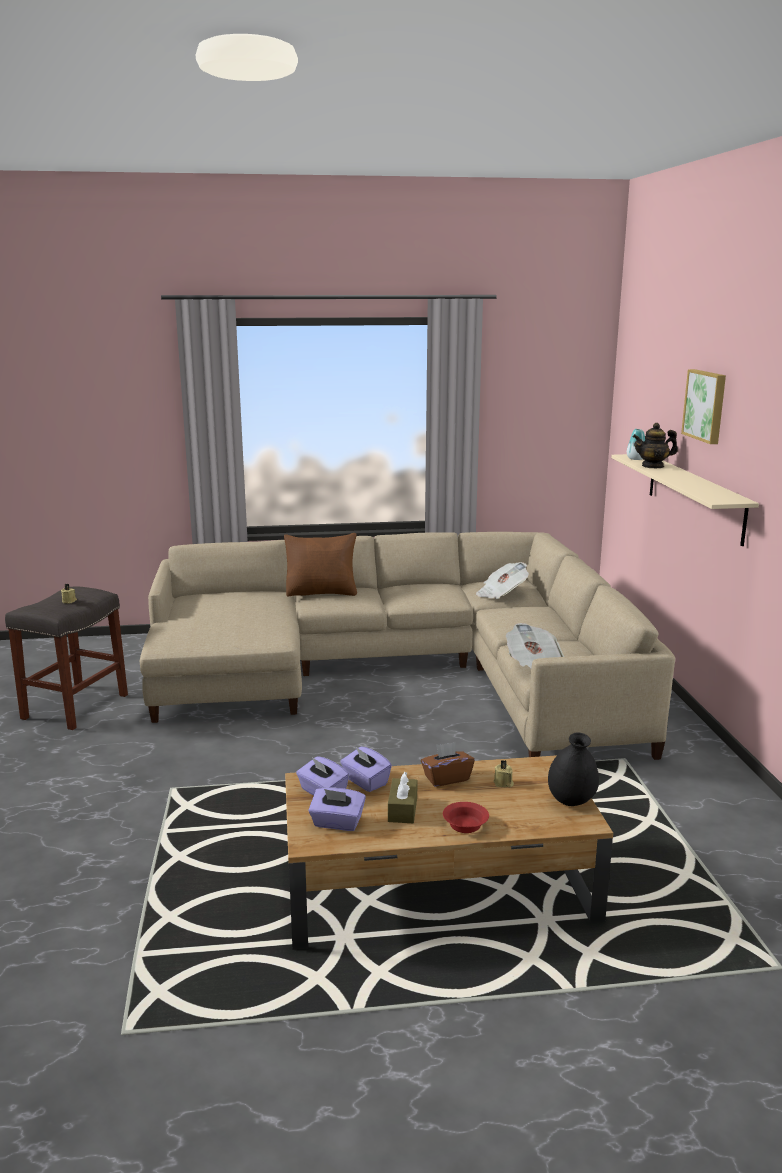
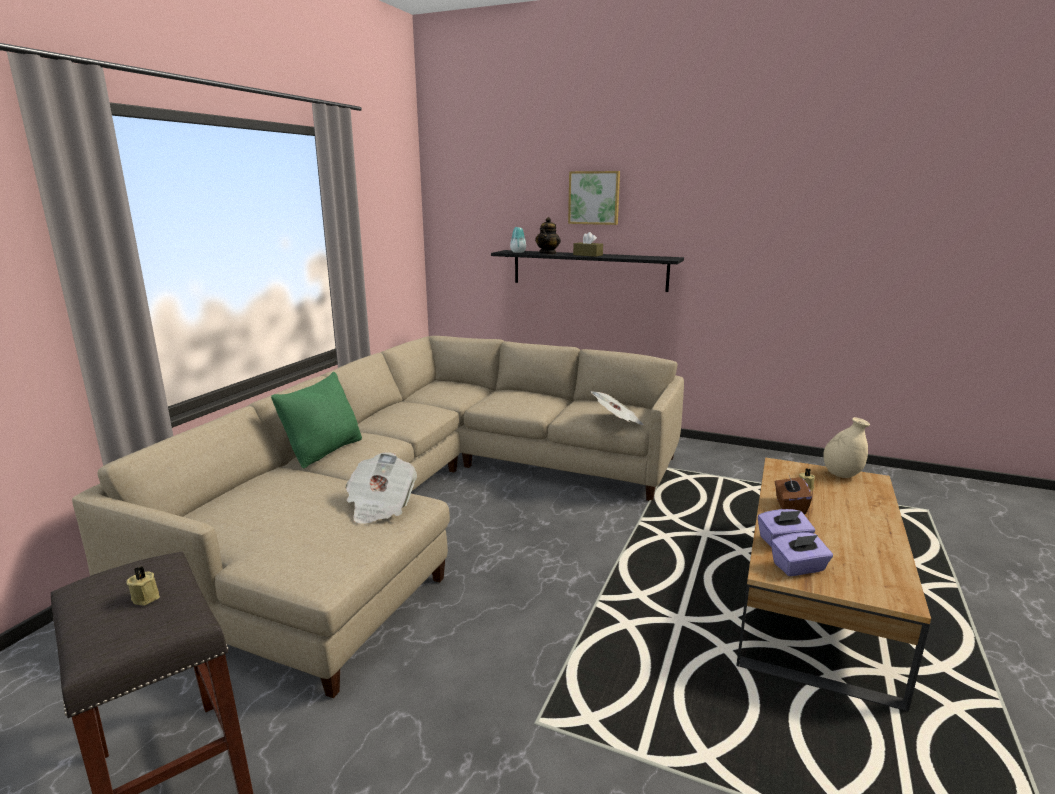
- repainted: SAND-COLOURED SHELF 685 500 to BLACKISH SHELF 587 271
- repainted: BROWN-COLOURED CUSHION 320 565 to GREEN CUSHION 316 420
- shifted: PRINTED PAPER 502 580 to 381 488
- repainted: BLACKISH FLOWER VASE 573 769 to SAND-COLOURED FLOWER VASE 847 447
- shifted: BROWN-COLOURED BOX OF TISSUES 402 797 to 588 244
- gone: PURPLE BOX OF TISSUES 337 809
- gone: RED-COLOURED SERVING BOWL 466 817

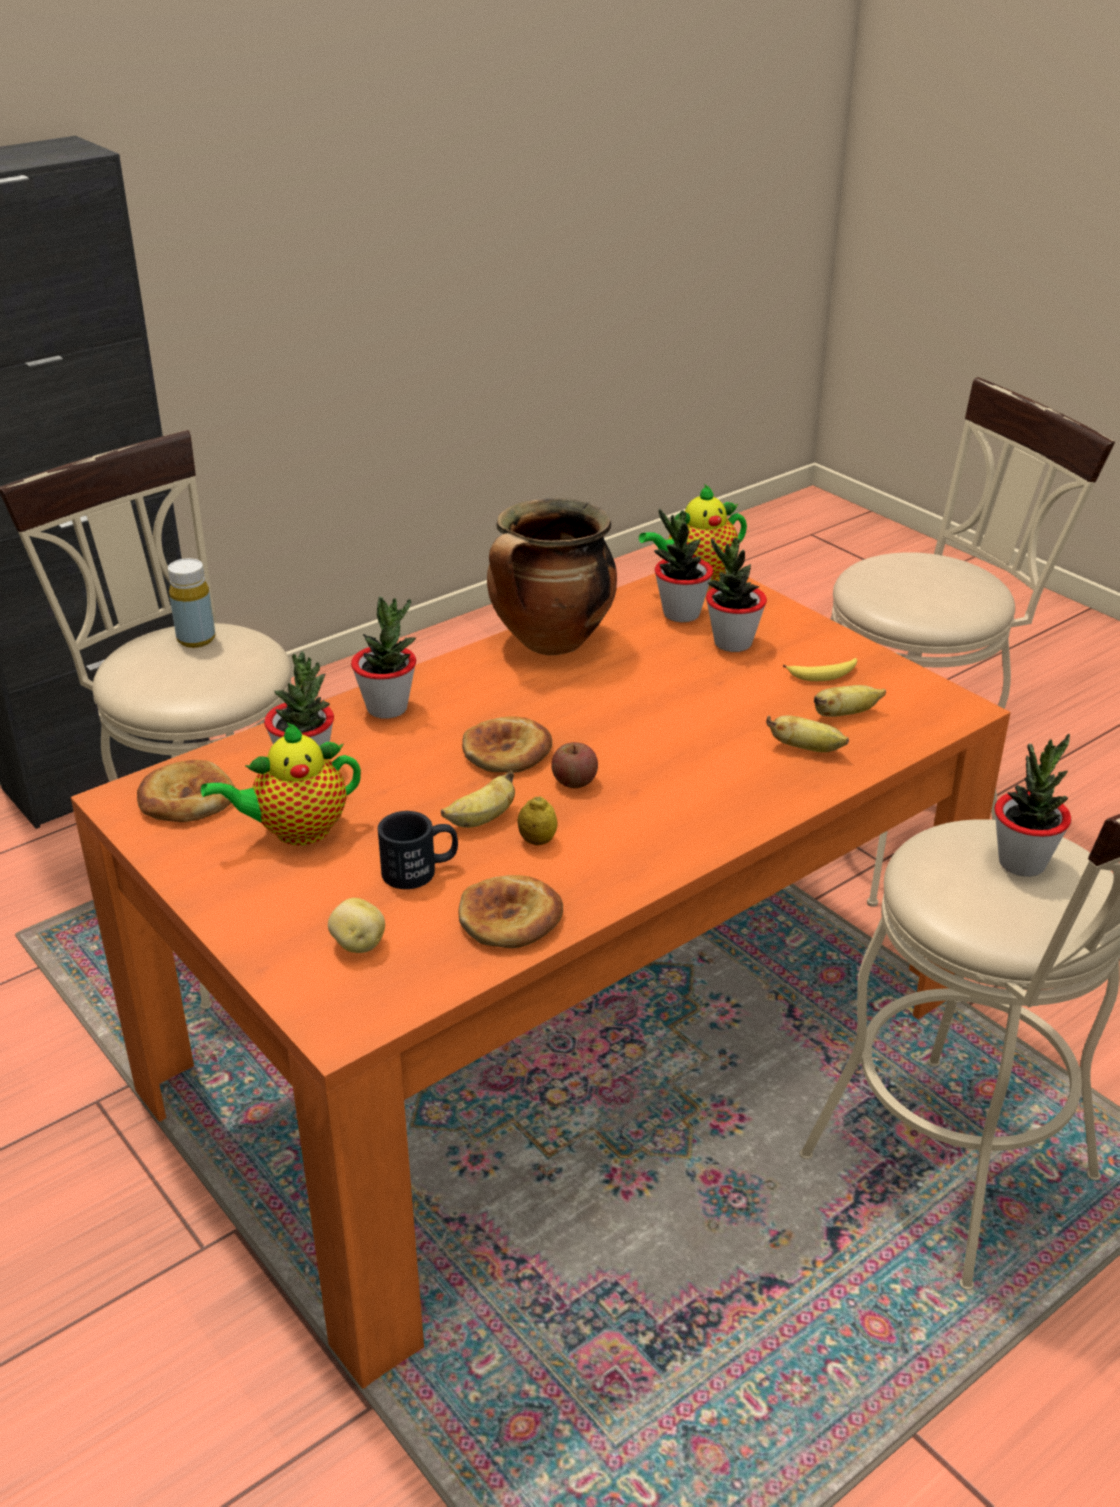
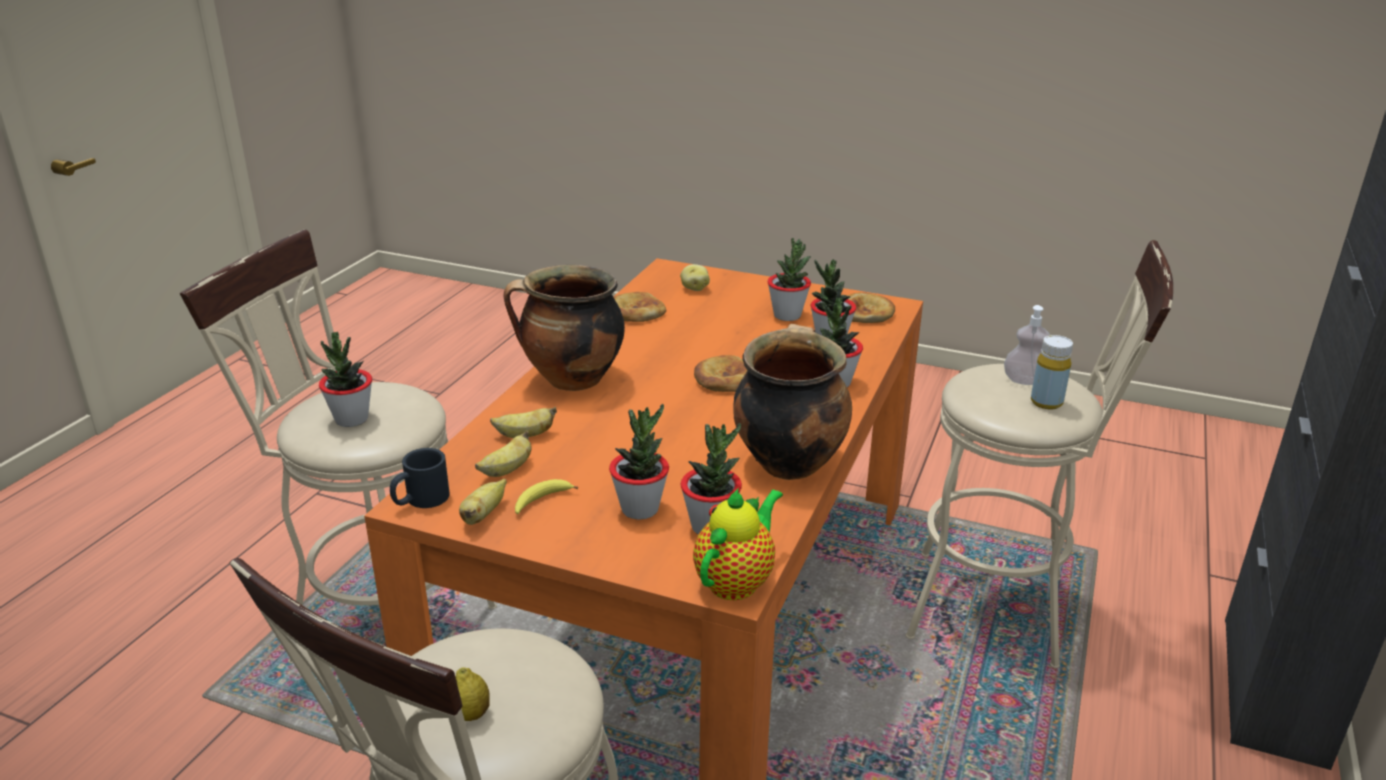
- swapped: TEA POT 281 784 to PLANT IN A POT 789 279
- gone: APPLE FRUIT 575 765
- shifted: BANANA FRUIT 478 799 to 483 502
- shifted: LEMON 537 820 to 473 694
- shifted: BLACKISH MUG 418 850 to 420 478
- new: STOCKPOT 564 328
- new: SOAP BOTTLE 1027 345

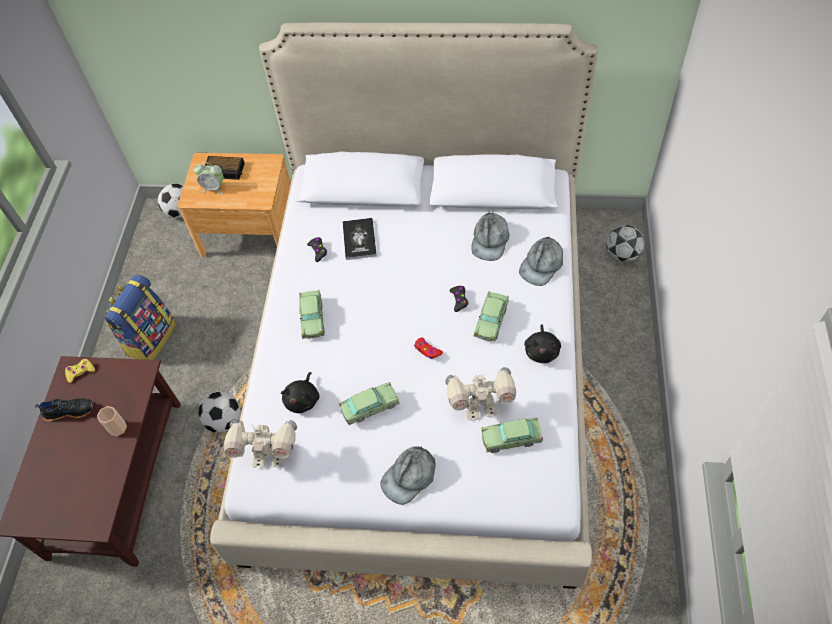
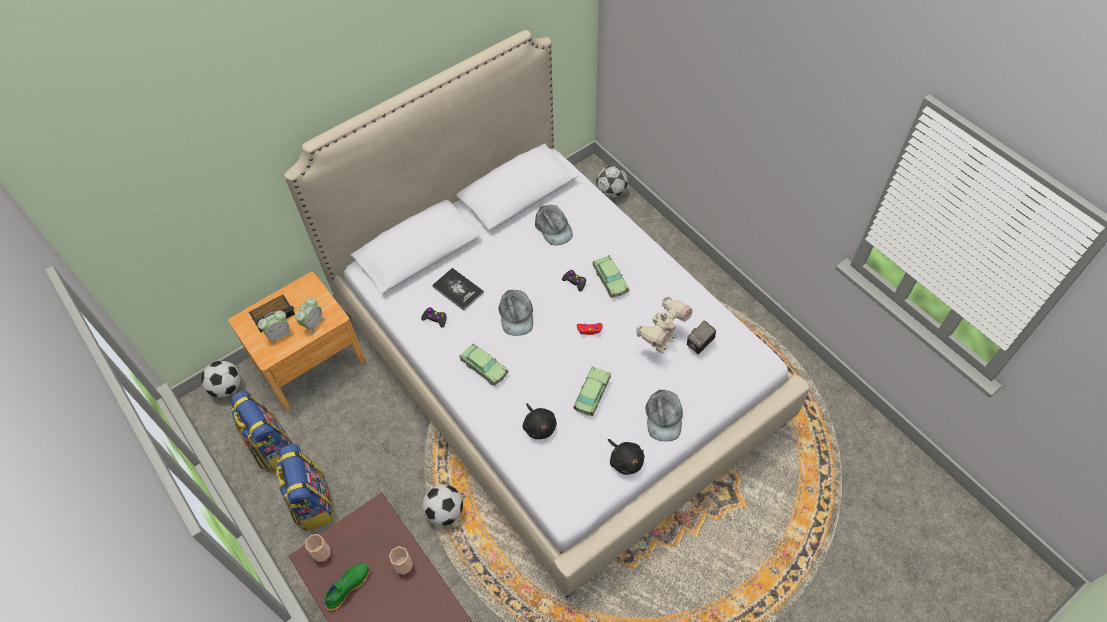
- shifted: GRAY BASEBALL CAP 541 261 to 516 313
- shifted: BLACKISH SOFT TOY 542 343 to 626 457
- swapped: YELLOWISH JOYPAD 80 371 to SMALL CUP 318 548
- repainted: BLACKISH ITEM OF FOOTWEAR 64 409 to GREEN ITEM OF FOOTWEAR 345 587
- swapped: TOY CAR 512 435 to STILL CAMERA 701 337
- gone: MODEL ROBOT 260 443
- new: TABLE CLOCK 310 316
- new: KNAPSACK 262 432

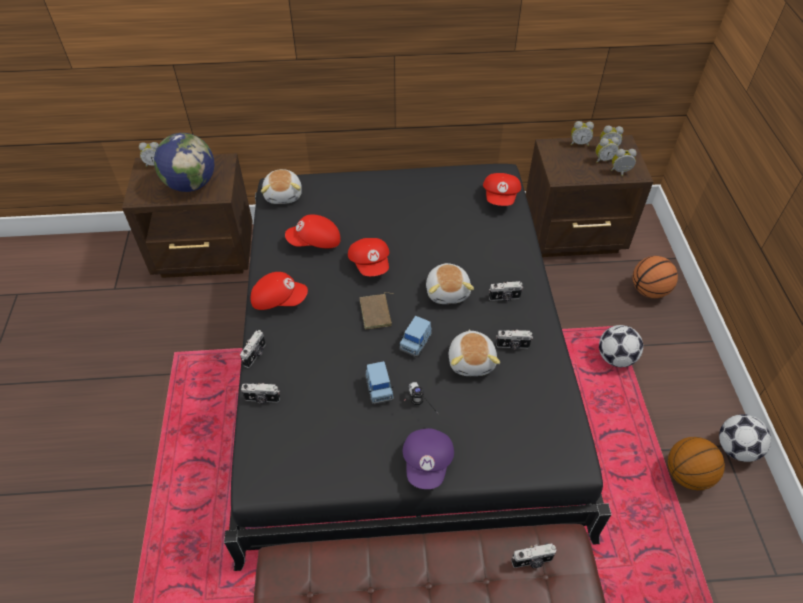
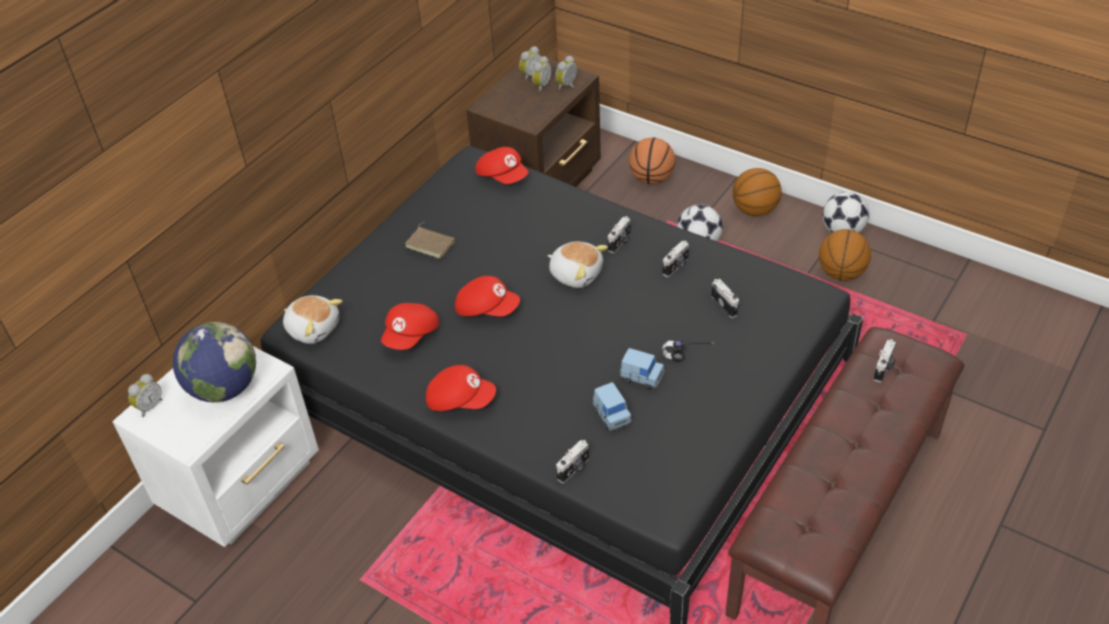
- gone: TABLE CLOCK 582 133
- repainted: BROWN-COLOURED NIGHTSTAND 187 215 to WHITE-COLOURED NIGHTSTAND 215 446
- rotated: RED-COLOURED BASEBALL CAP 279 291 = 461 388 60 degrees clockwise
- shifted: BROWN-COLOURED BOOK 377 310 to 430 240
- shifted: BLUISH TOY CAR 415 336 to 612 406
- shifted: STILL CAMERA 253 349 to 725 298
- gone: SOFT TOY 474 353
- gone: PURPLE BASEBALL CAP 428 458
- new: BASKETBALL 756 192

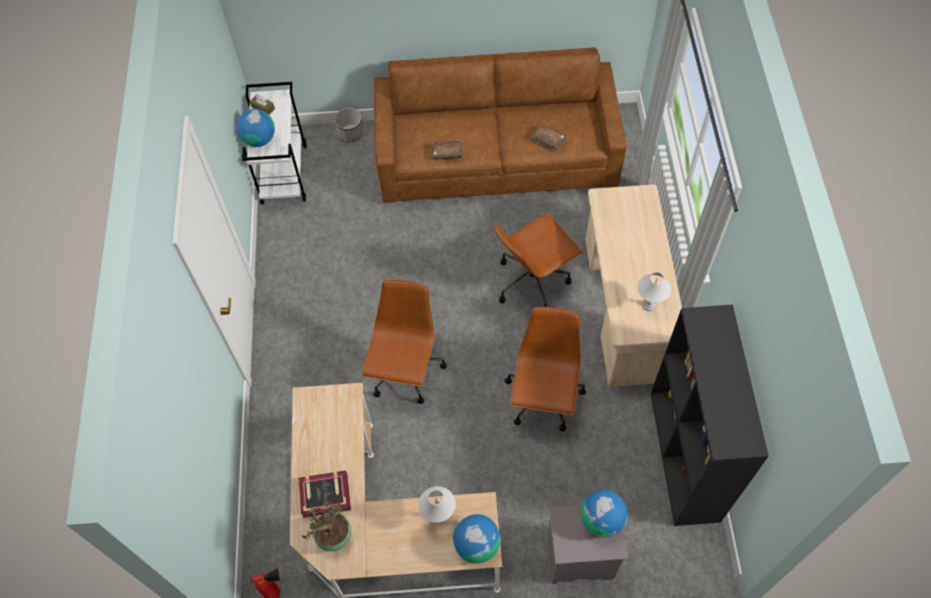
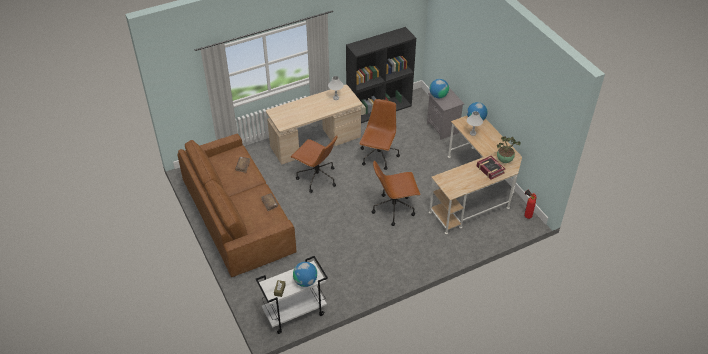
- gone: PLANTER 348 125
- rotated: BROWN-COLOURED OFFICE CHAIR 545 369 = 379 134 120 degrees clockwise

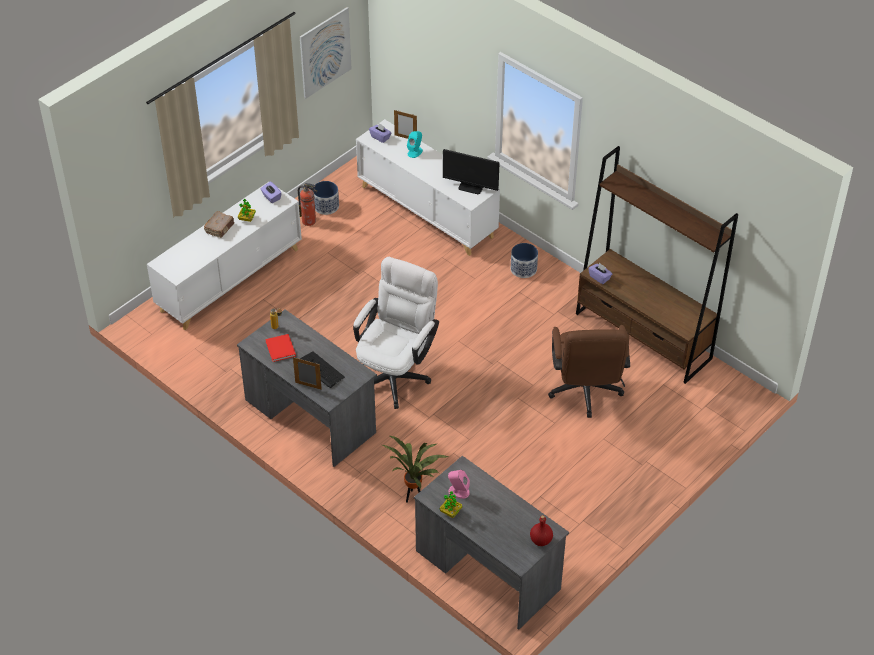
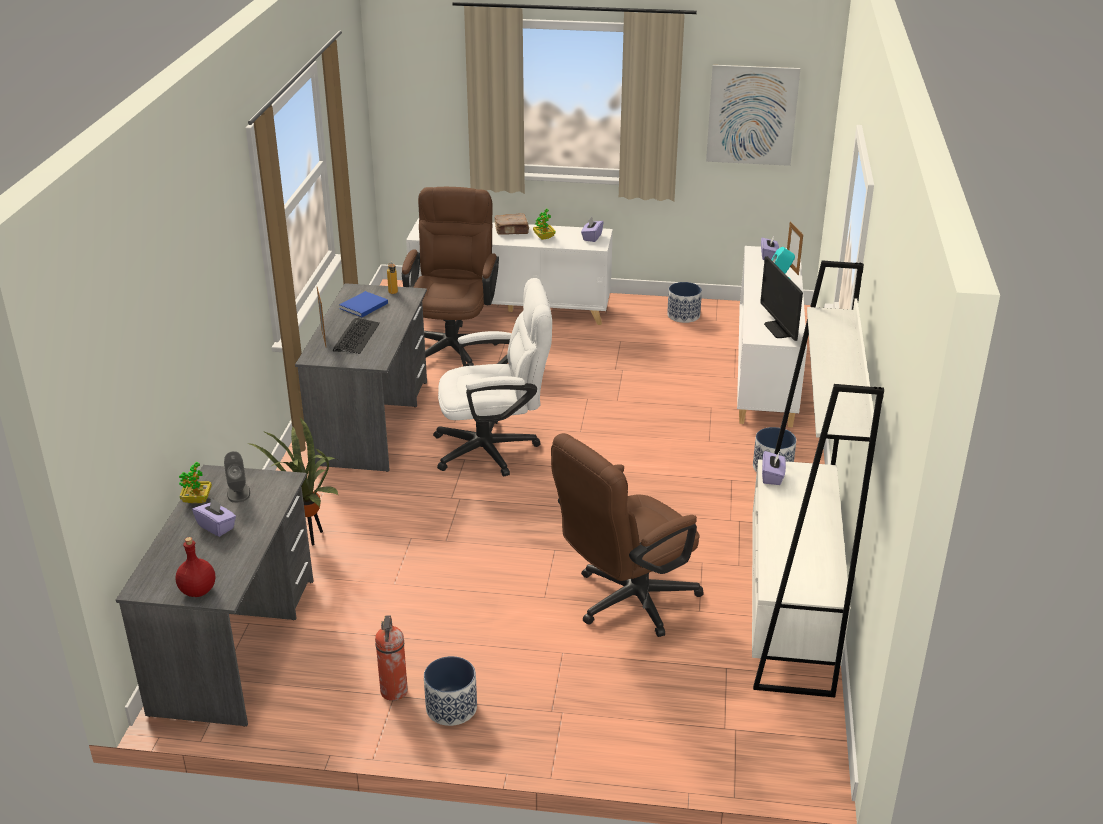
- repainted: BROWN-COLOURED SHELVING UNIT 657 265 to WHITE-COLOURED SHELVING UNIT 818 479
- shifted: FIRE-FIGHTING CYLINDER 308 204 to 391 658
- repainted: RED-COLOURED BOOK 280 348 to BLUISH BOOK 363 304
- repainted: PINKISH LOUDSPEAKER 459 484 to GRAY LOUDSPEAKER 237 477
- new: BROWN-COLOURED OFFICE CHAIR 450 276
- new: PURPLE BOX OF TISSUES 214 517
- new: PLANTER 450 691

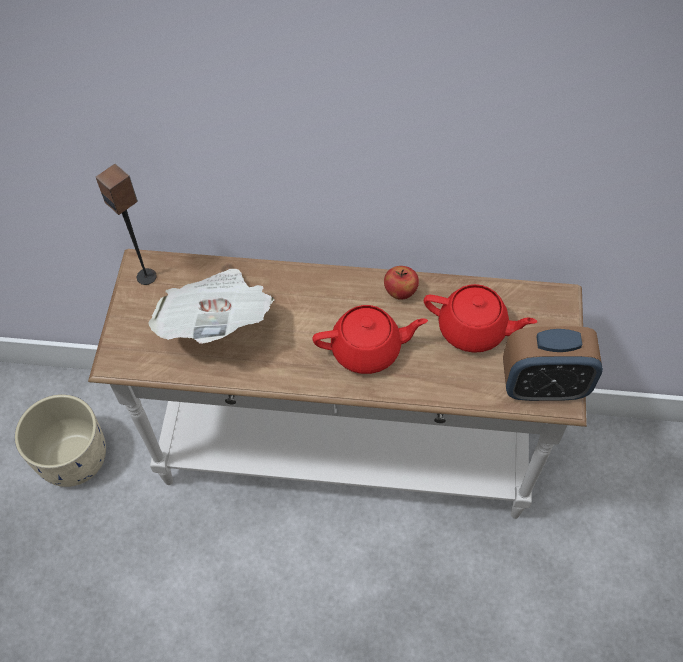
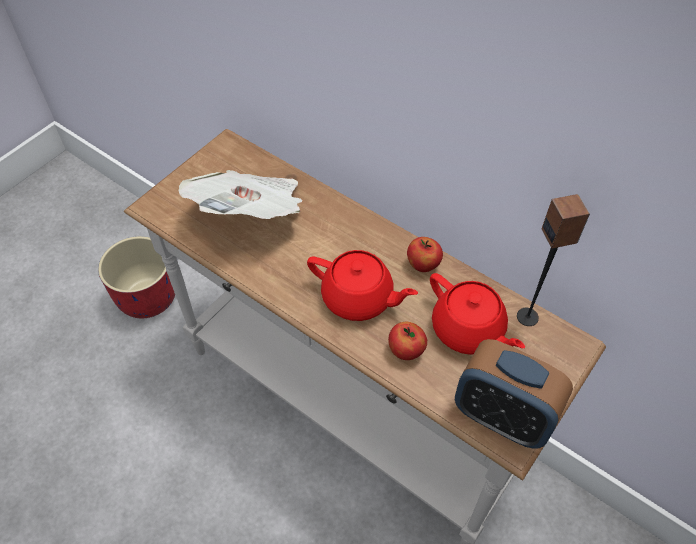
- shifted: LOUDSPEAKER 126 224 to 553 260
- repainted: SAND-COLOURED PLANTER 60 440 to RED-COLOURED PLANTER 136 277
- new: APPLE FRUIT 407 341

